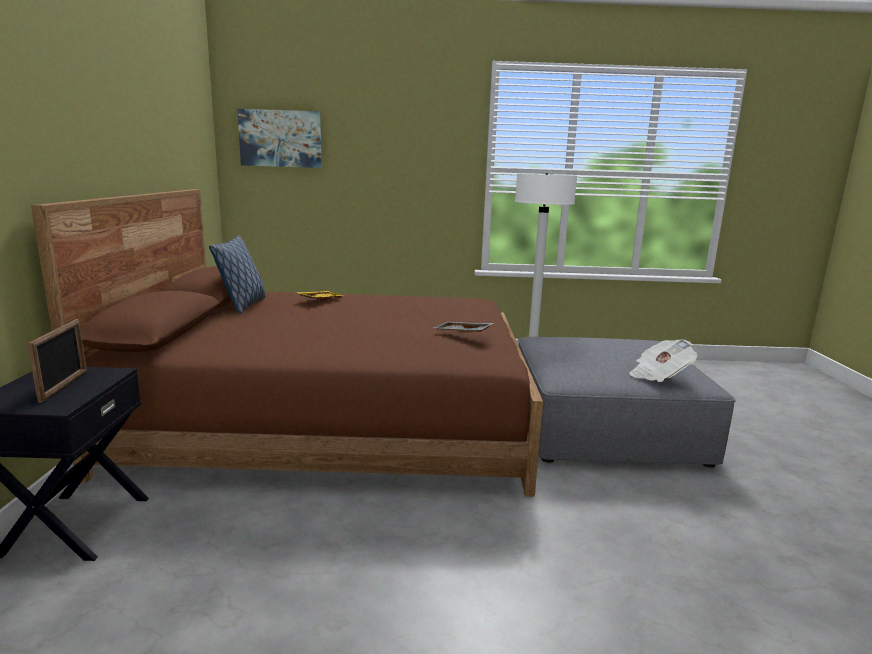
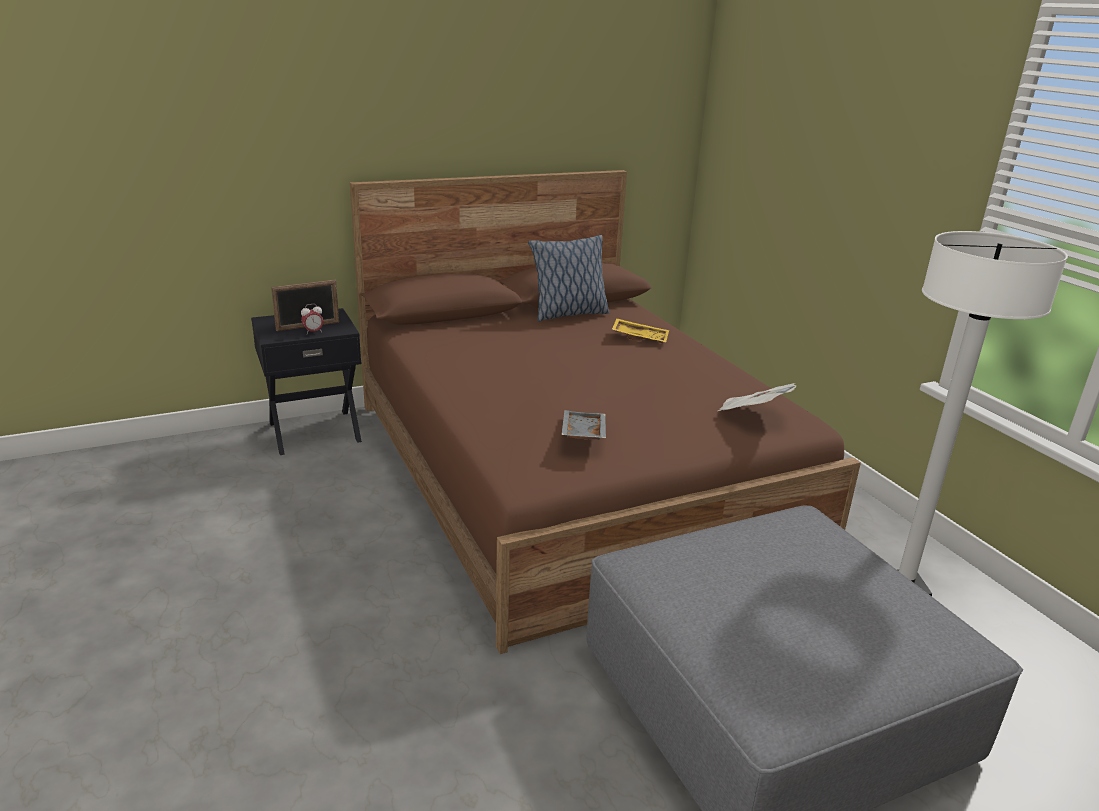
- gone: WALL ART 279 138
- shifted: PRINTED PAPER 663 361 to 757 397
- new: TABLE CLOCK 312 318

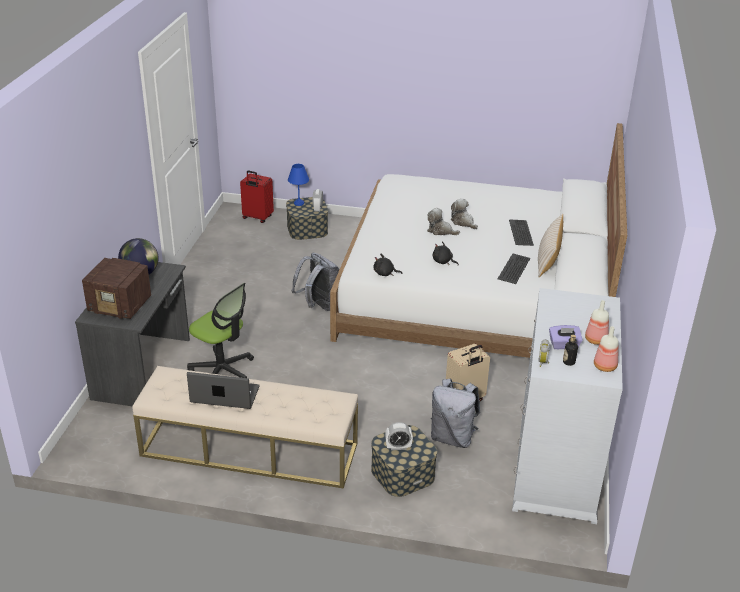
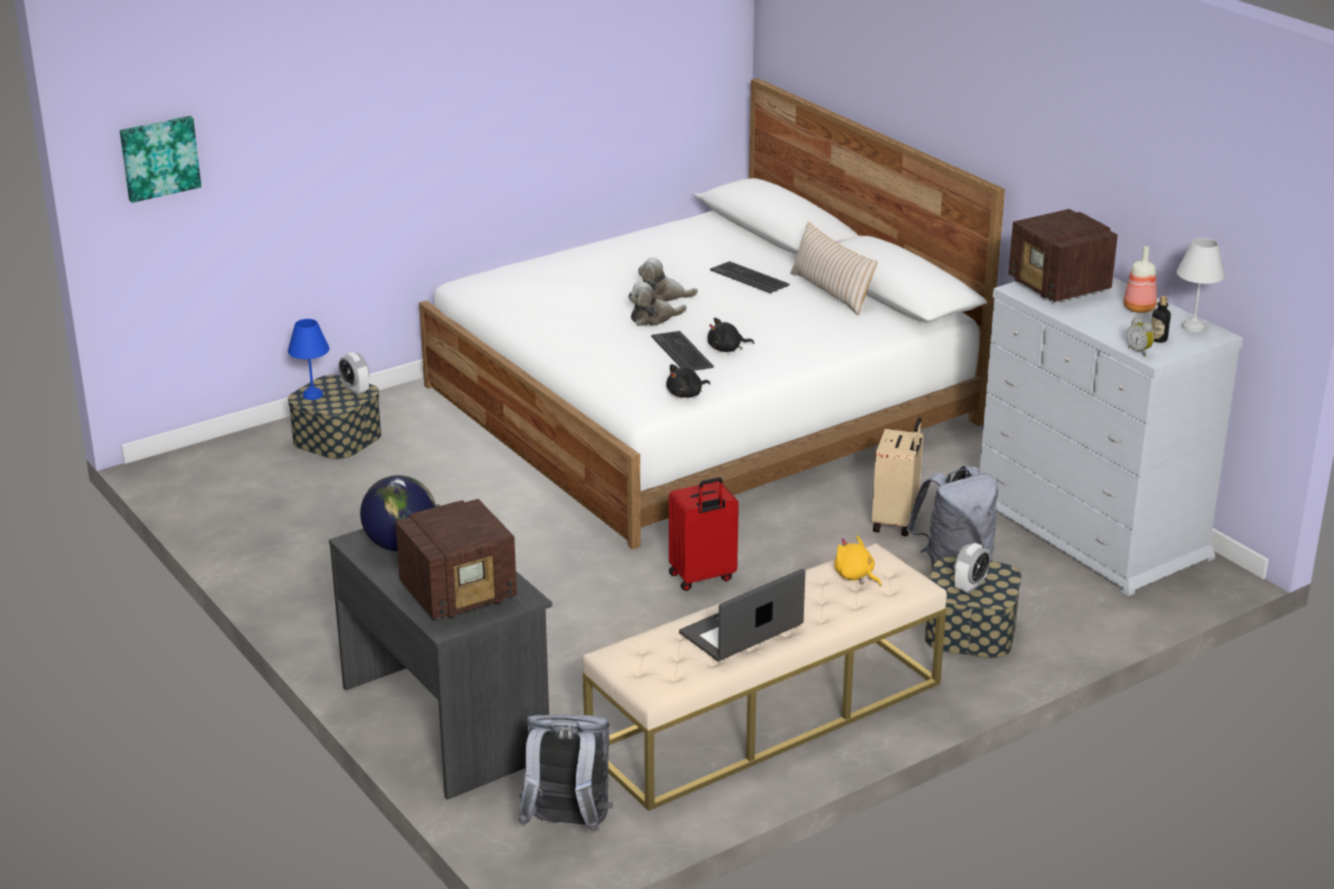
- shifted: RED-COLOURED SUITCASE 257 197 to 704 534
- shifted: GRAY KNAPSACK 315 282 to 566 774
- shifted: COMPUTER KEYBOARD 514 268 to 682 351
- gone: OFFICE CHAIR 220 330
- gone: PURPLE BOX OF TISSUES 566 337
- swapped: BOTTLE 606 349 to WHITE-COLOURED TABLETOP LAMP 1200 285
- new: WALL ART 160 159
- new: RADIO 1063 255
- new: YELLOWISH SOFT TOY 857 561

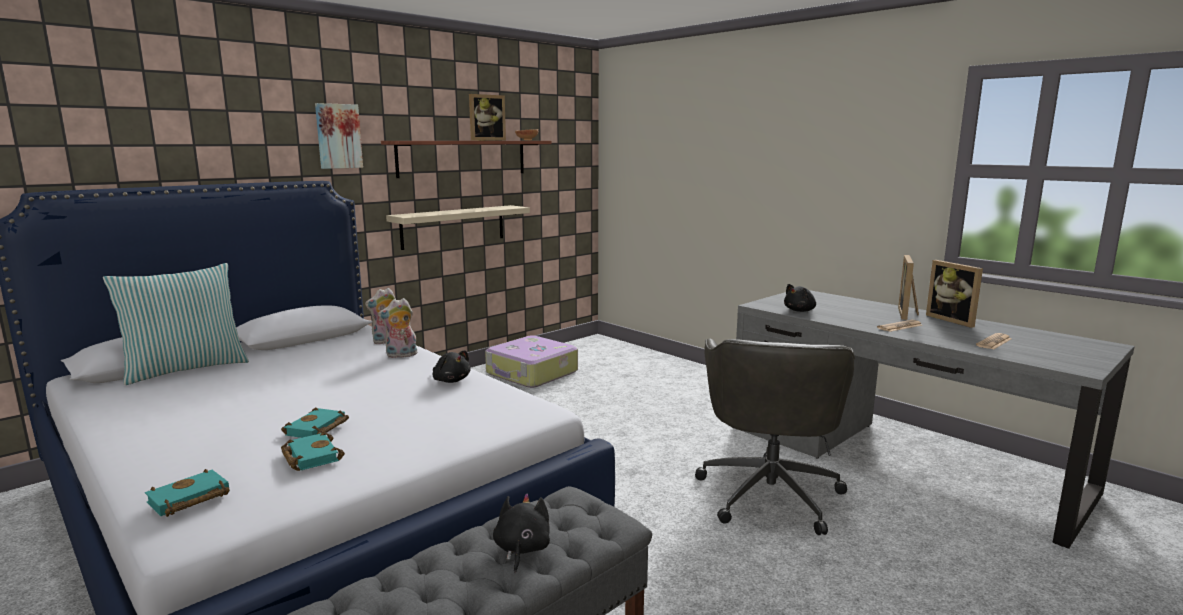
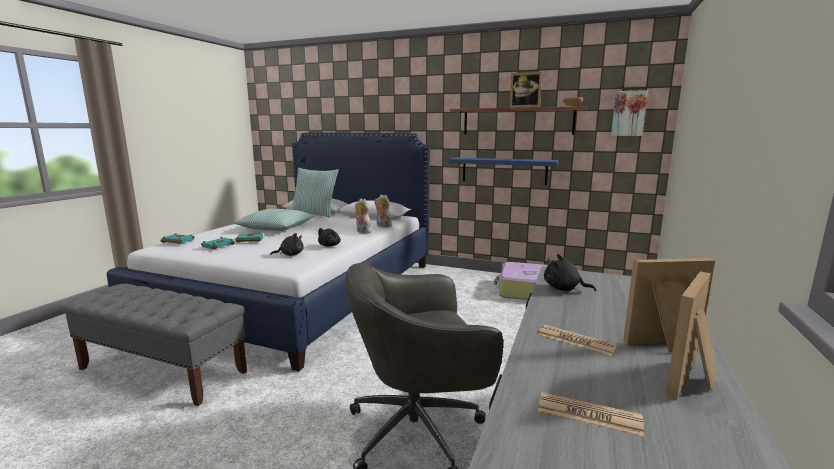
- shifted: WALL ART 339 136 to 629 113
- repainted: SAND-COLOURED SHELF 458 227 to BLUISH SHELF 503 171
- shifted: BLACKISH SOFT TOY 521 533 to 287 244
- new: CUSHION 274 220

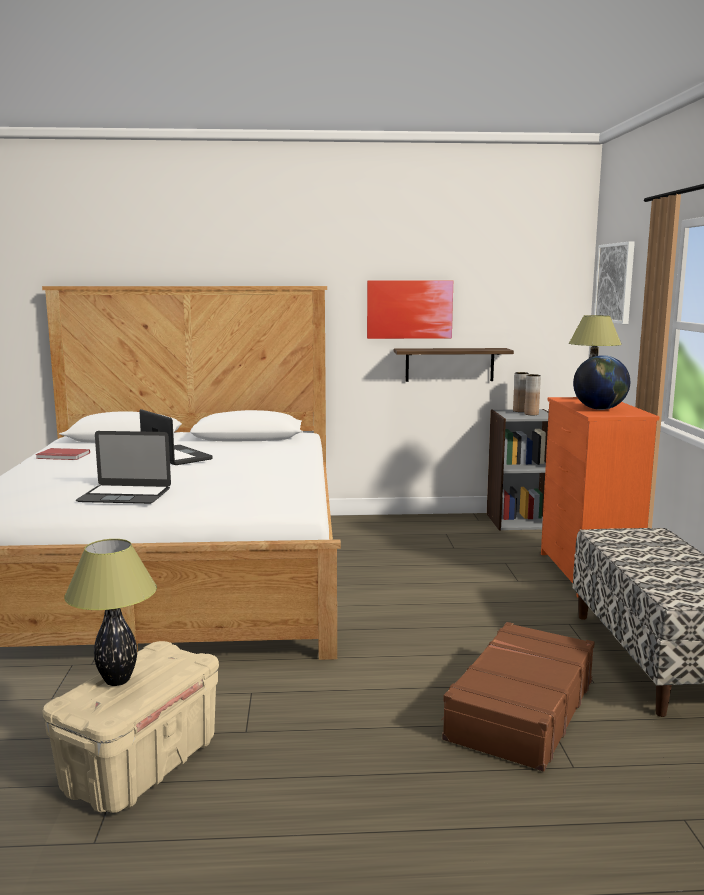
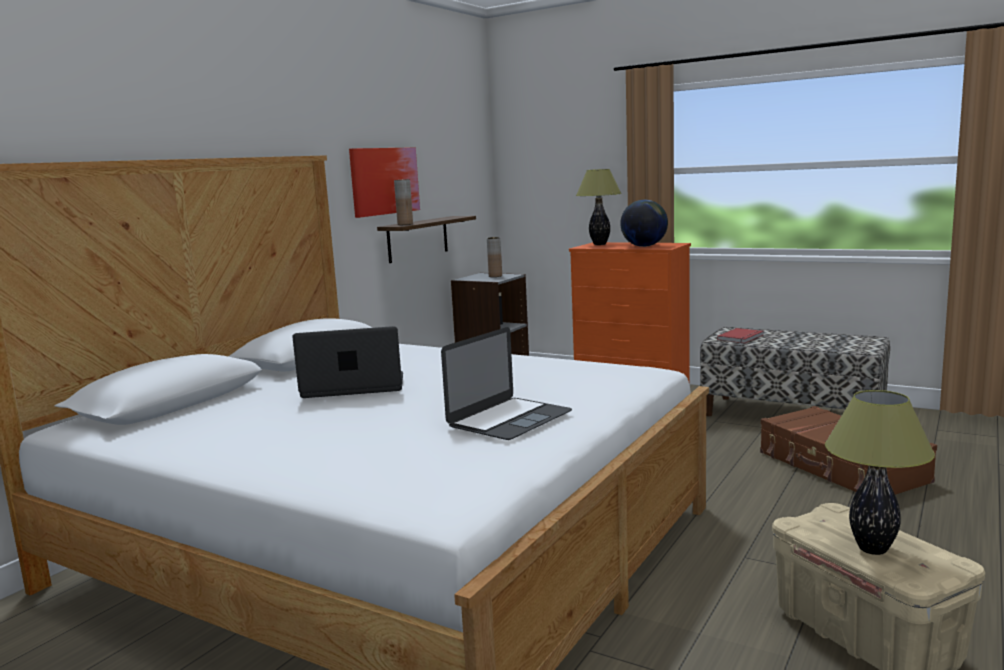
- gone: WALL ART 614 283
- shifted: BROWN-COLOURED FLOWER VASE 521 392 to 403 202
- shifted: RED-COLOURED BOOK 63 454 to 740 335

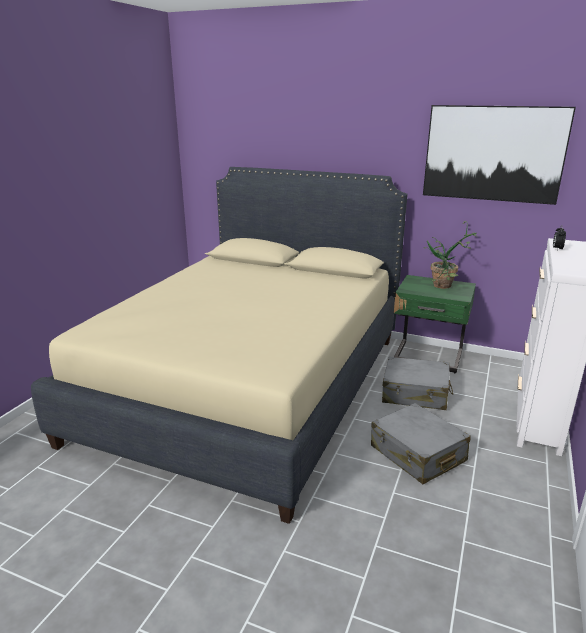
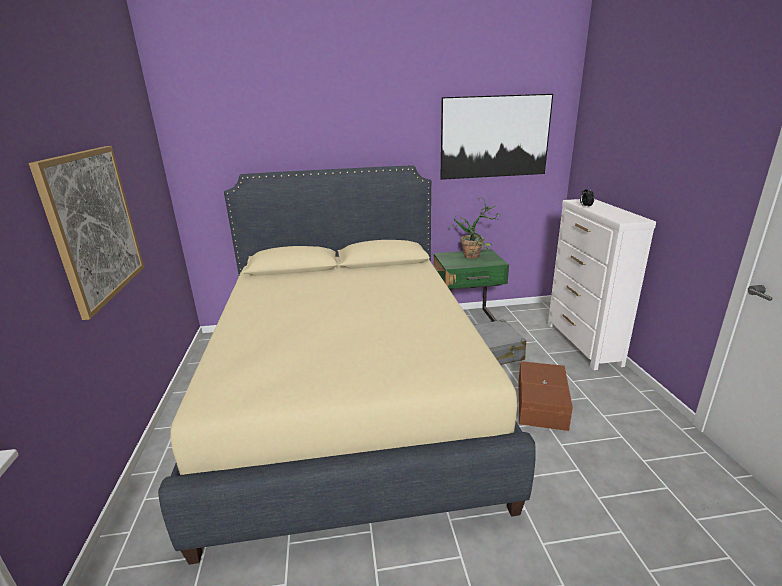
- swapped: GRAY SUITCASE 421 443 to BROWN-COLOURED STORAGE CONTAINER 545 396
- new: WALL ART 86 233

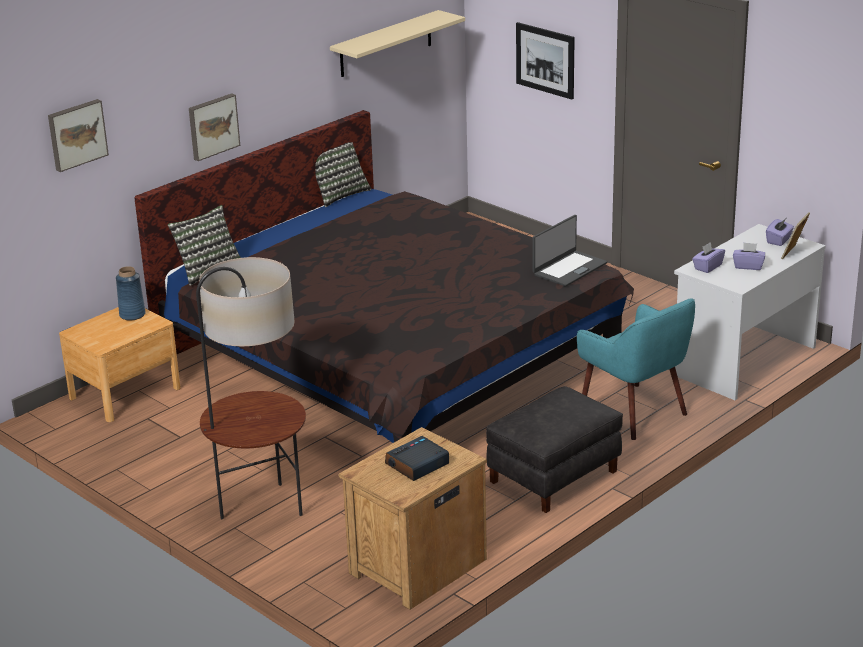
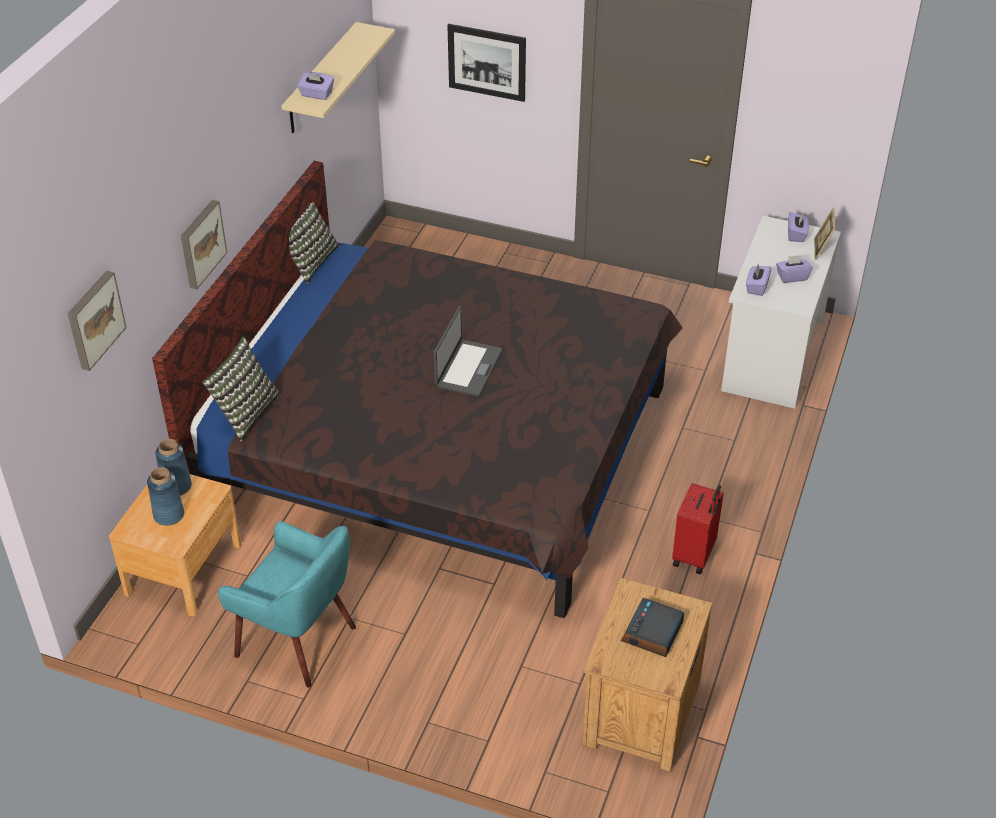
- shifted: LAPTOP 570 251 to 468 351
- gone: STANDING LAMP 251 388
- shifted: TURQUOISE-COLOURED LOUNGE CHAIR 636 369 to 287 604
- swapped: BLACKISH POUFFE 554 449 to RED-COLOURED SUITCASE 698 528
- new: PURPLE BOX OF TISSUES 315 86
- new: BLUISH FLOWER VASE 165 496

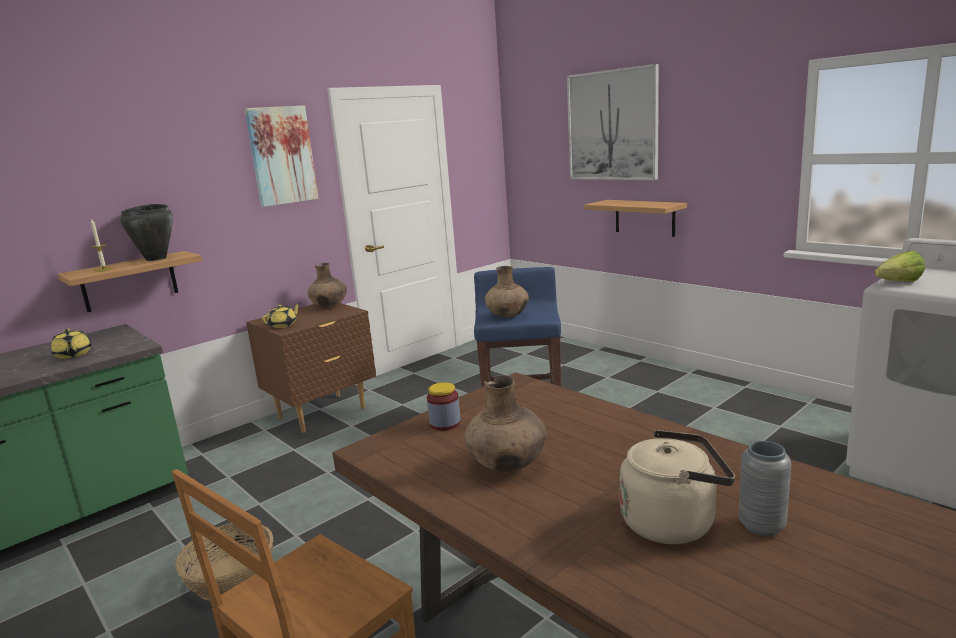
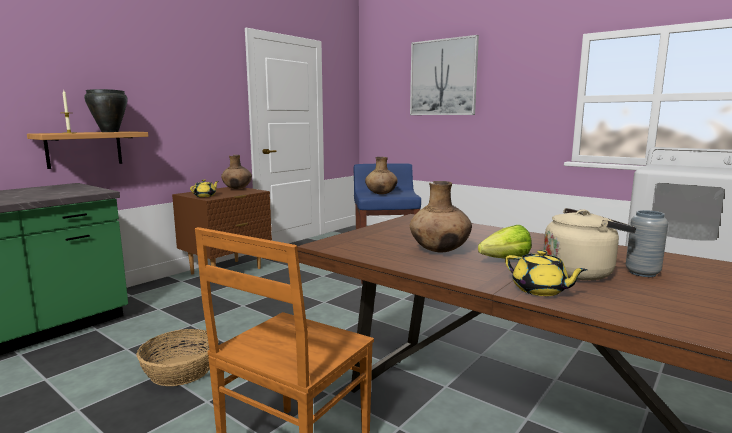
- gone: WALL ART 281 156
- gone: SHELF 635 218
- shifted: HEAD OF LETTUCE 900 266 to 505 242
- shifted: YELLOWISH TEA POT 71 343 to 546 273
- gone: PRESERVE JAR 444 406

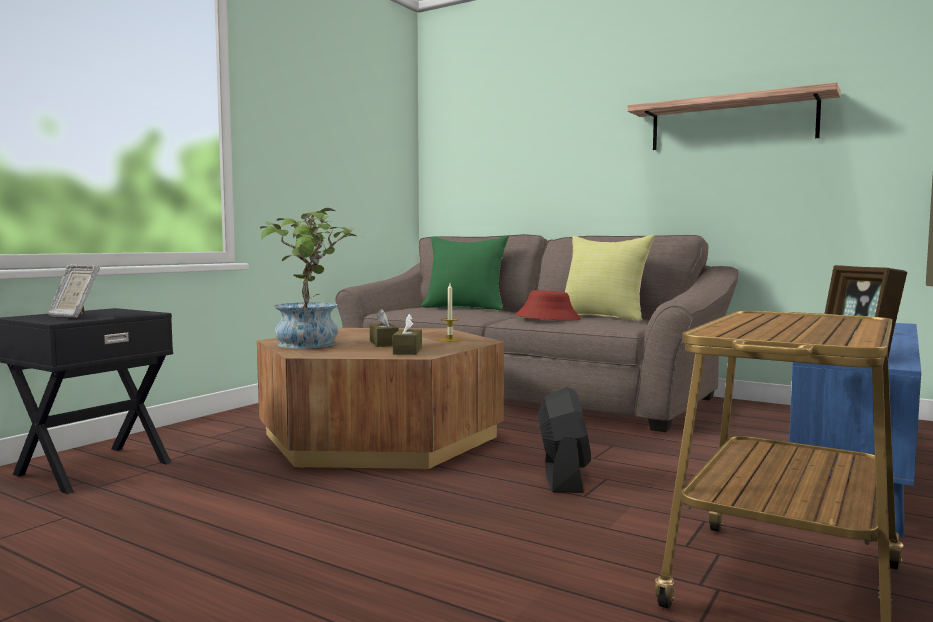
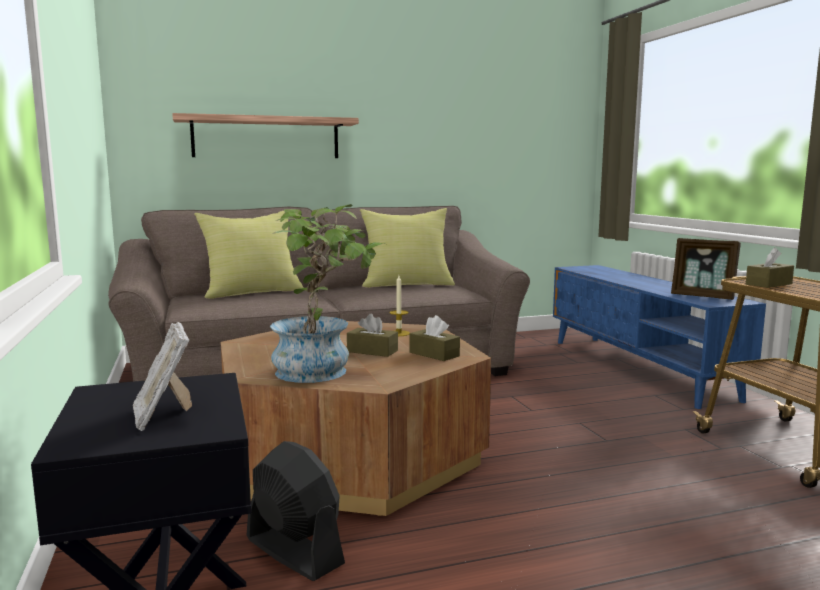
- shifted: SHELF 734 116 to 265 135
- repainted: GREEN CUSHION 465 273 to YELLOWISH CUSHION 249 255
- rotated: PICTURE FRAME 74 291 = 162 376 90 degrees clockwise
- gone: RED-COLOURED CLOTHING HAT 548 305
- shifted: BLACKISH FAN 564 440 to 296 511
- new: BROWN-COLOURED BOX OF TISSUES 770 267

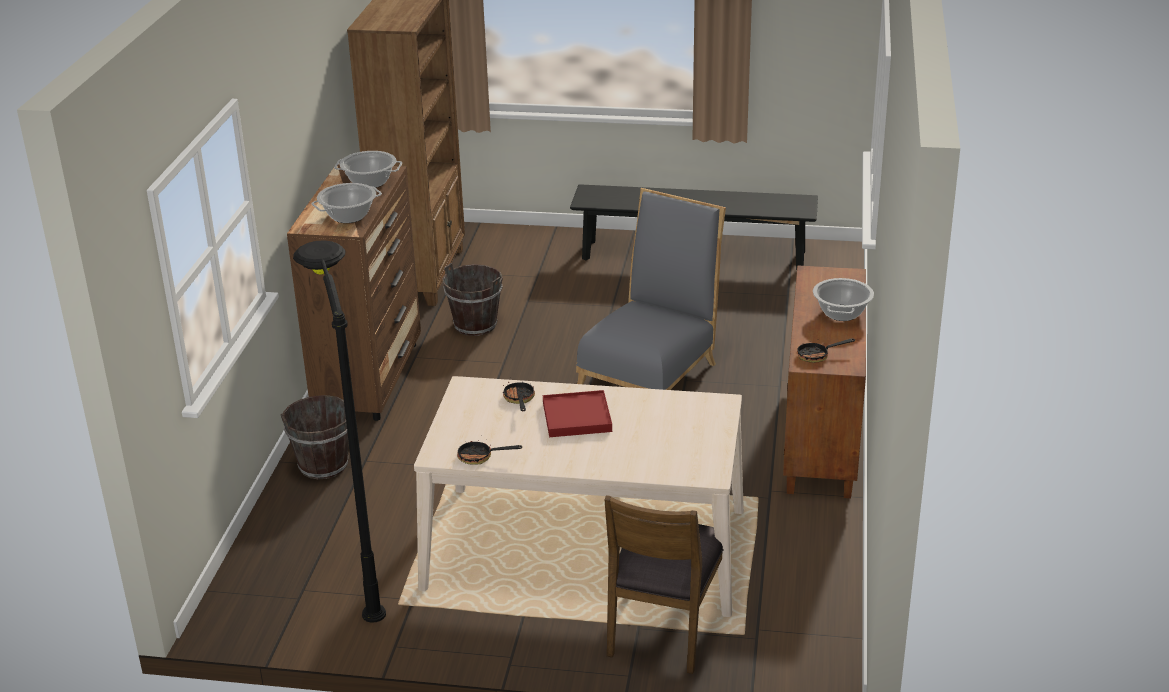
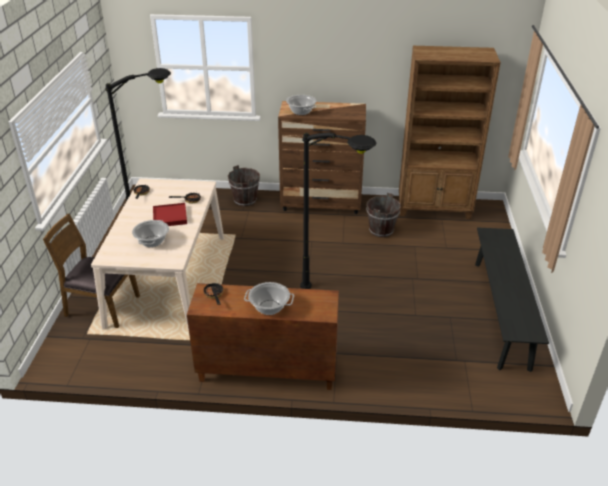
- shifted: STOCKPOT 368 169 to 150 233
- swapped: GRAY PLAIN CHAIR 651 289 to BLACKISH STANDING LAMP 338 210

